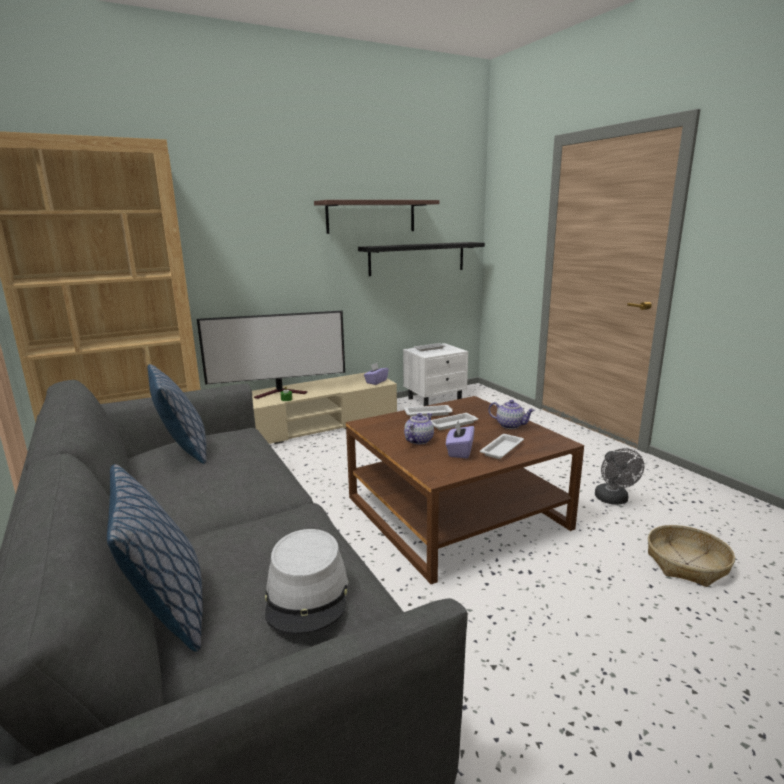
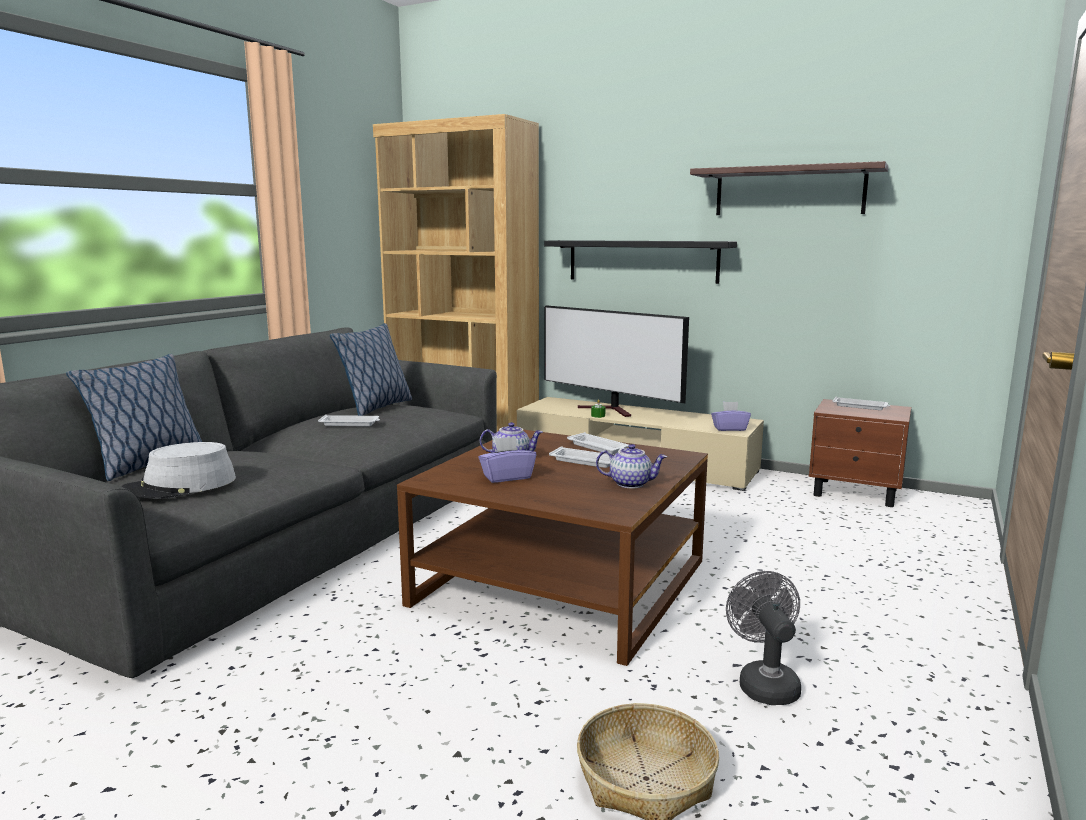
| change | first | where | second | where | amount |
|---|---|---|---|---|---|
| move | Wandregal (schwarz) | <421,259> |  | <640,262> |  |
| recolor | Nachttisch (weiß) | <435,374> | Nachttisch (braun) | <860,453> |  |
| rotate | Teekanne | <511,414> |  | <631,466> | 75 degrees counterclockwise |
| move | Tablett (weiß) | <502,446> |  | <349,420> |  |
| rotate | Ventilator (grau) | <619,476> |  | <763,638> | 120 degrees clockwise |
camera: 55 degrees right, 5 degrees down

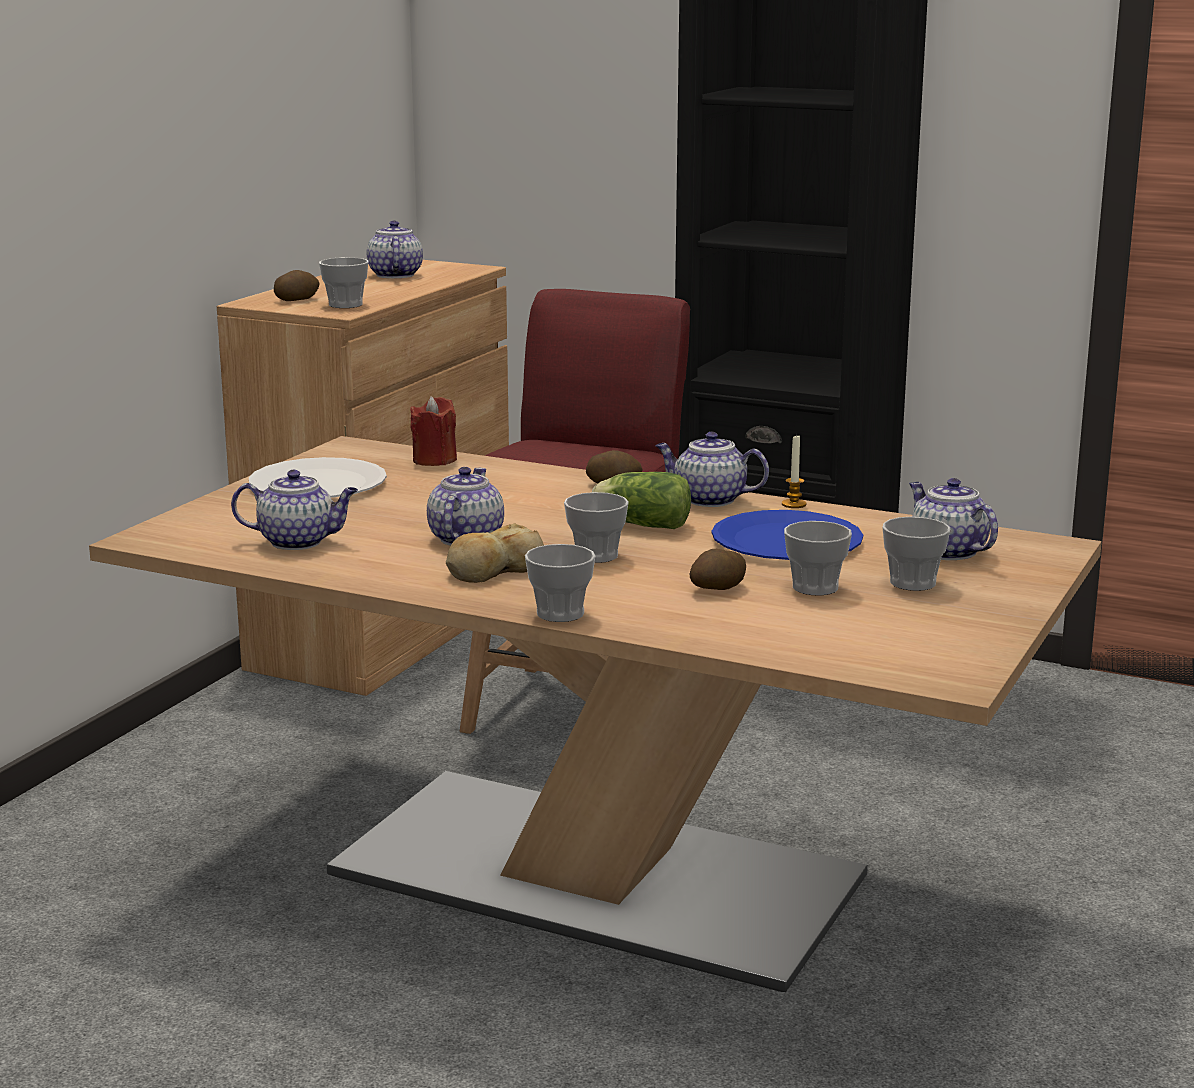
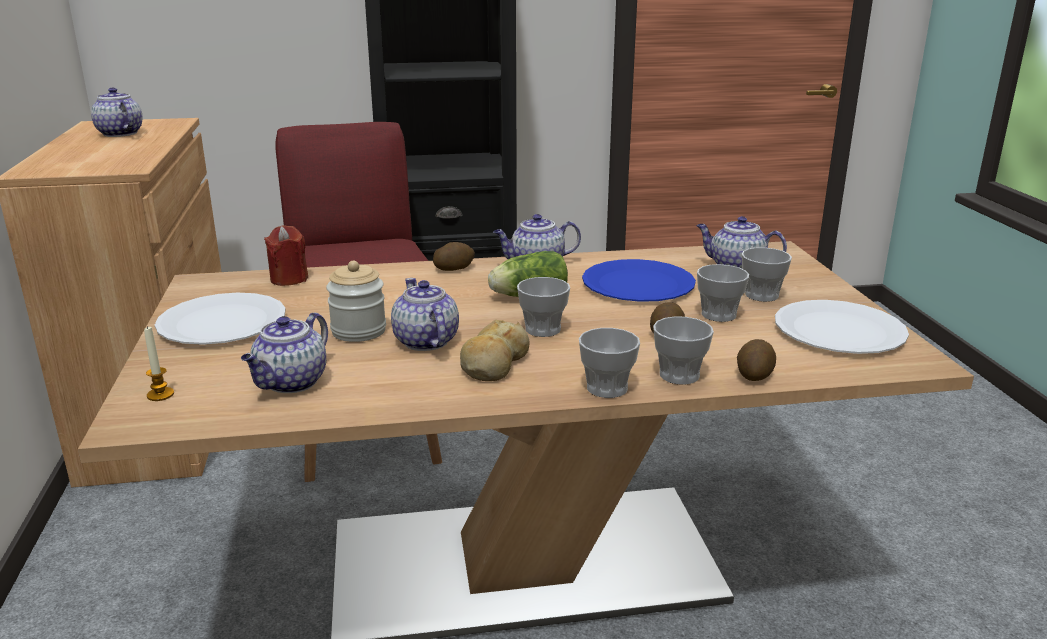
| change | first | where | second | where | amount |
|---|---|---|---|---|---|
| move | Tasse | <343,282> |  | <683,350> |  |
| move | Kartoffel | <297,285> |  | <756,360> |  |
| move | Kerze | <794,471> |  | <159,363> |  |
| rotate | Teekanne | <294,510> |  | <284,353> | 150 degrees clockwise |
| insert |  |  | Vorratsglas | <356,301> |  |
| insert |  |  | Teller (weiß) | <842,327> |  |
camera: 35 degrees left, 5 degrees up

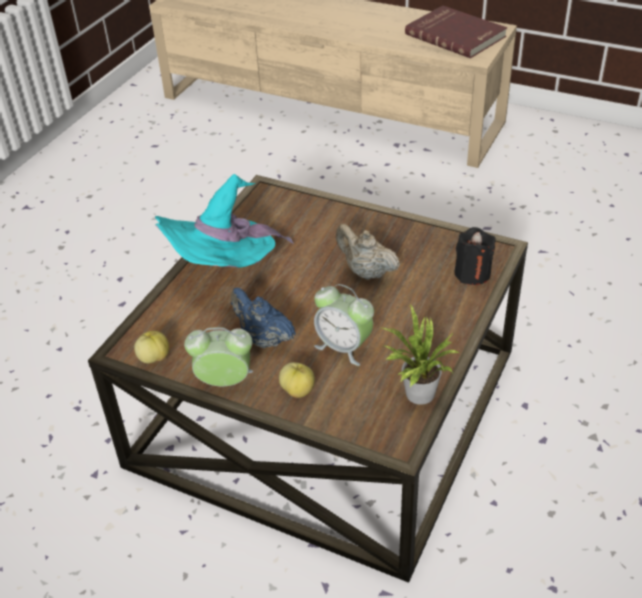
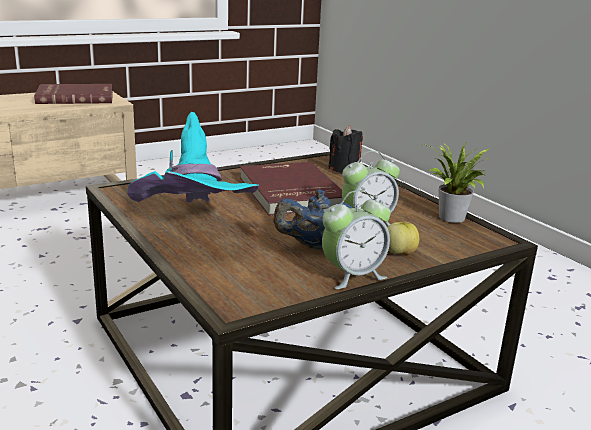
| change | first | where | second | where | amount |
|---|---|---|---|---|---|
| replace | Teekanne (beige) | <368,252> | Buch (rot) | <291,189> |  |
| rotate | Wecker | <218,356> |  | <356,239> | 150 degrees counterclockwise |
| delete | Apfel | <151,347> |  |  |  |
camera: 60 degrees left, 20 degrees down

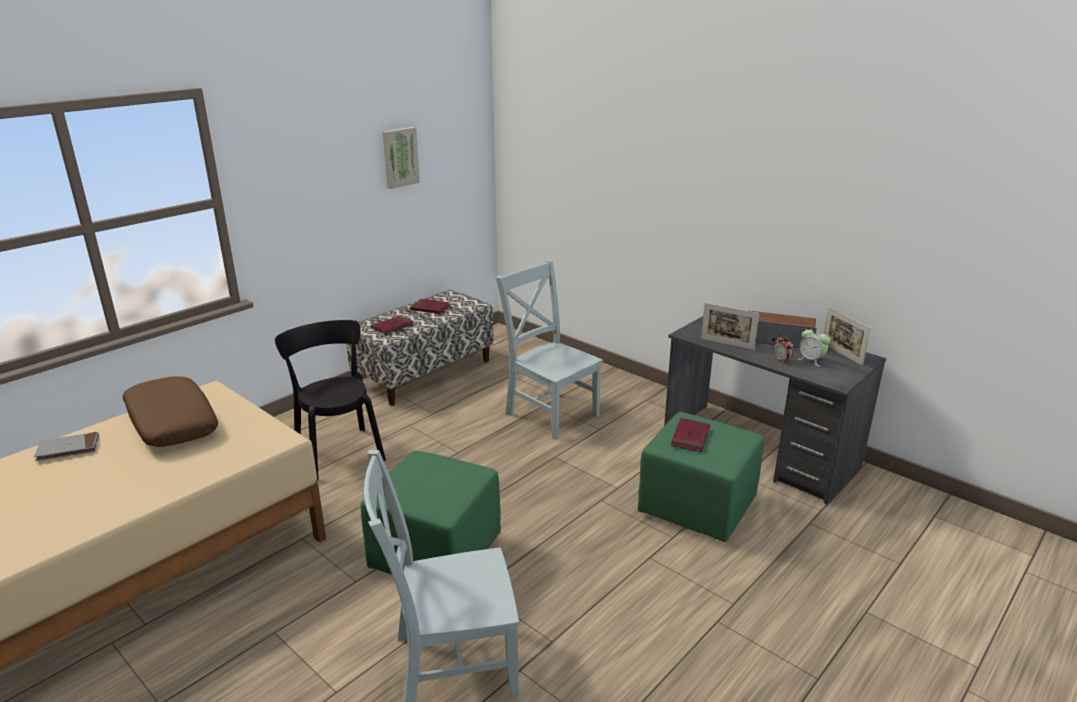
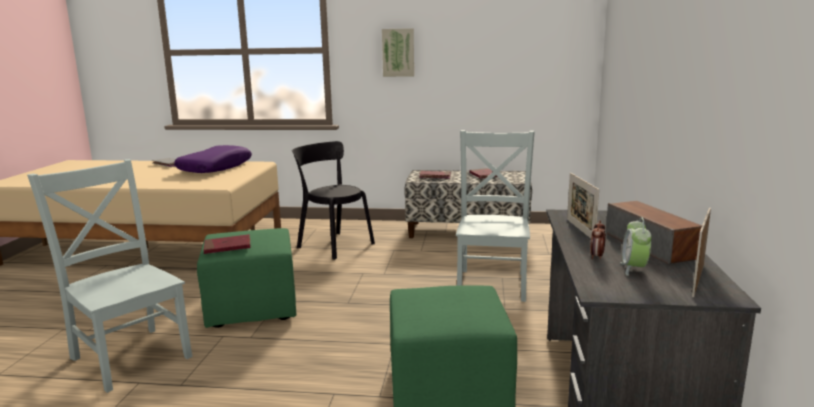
| change | first | where | second | where | amount |
|---|---|---|---|---|---|
| move | Bild | <401,158> |  | <398,52> |  |
| rotate | Stuhl (schwarz) | <330,400> |  | <333,200> | 75 degrees counterclockwise |
| recolor | Kissen (braun) | <170,411> | Kissen (lila) | <213,159> |  |
| move | Buch (rot) | <690,435> |  | <227,244> |  |
camera: 55 degrees right, 10 degrees down

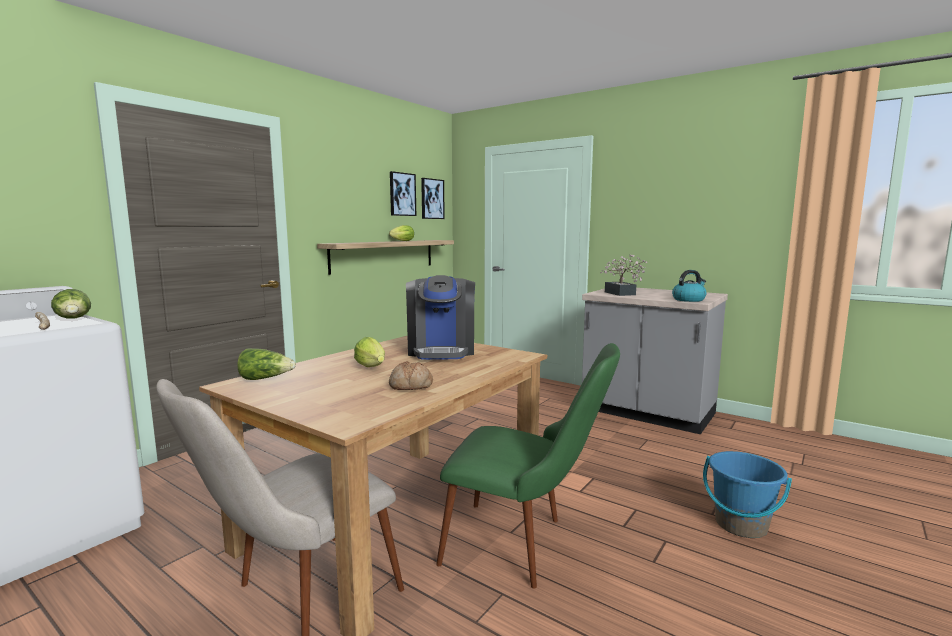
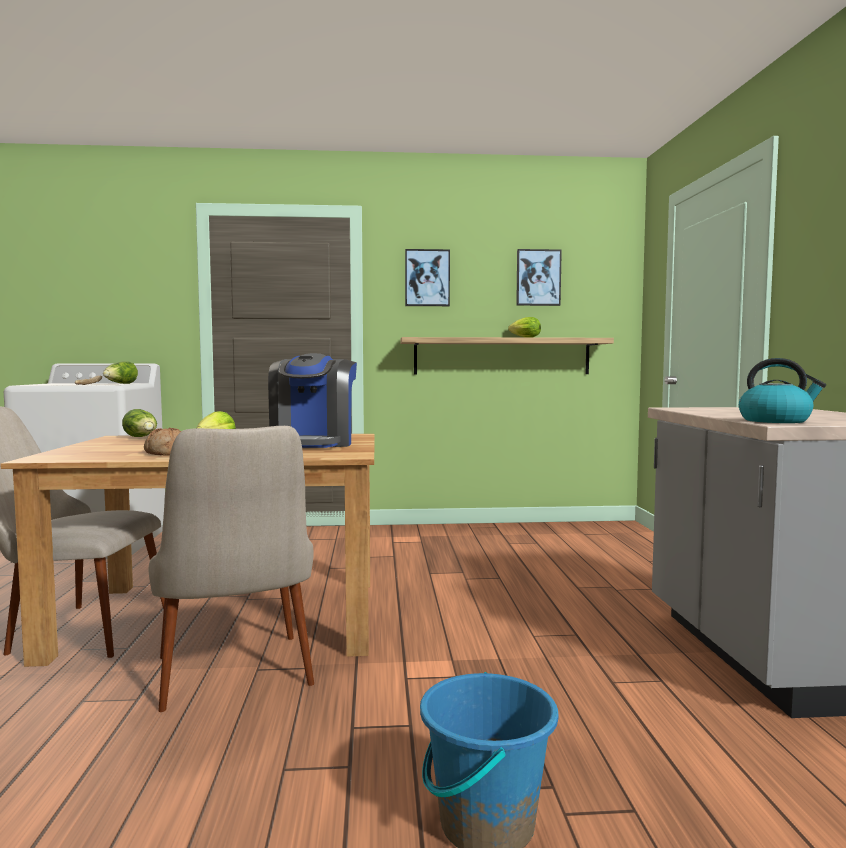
| change | first | where | second | where | amount |
|---|---|---|---|---|---|
| move | Bild | <433,198> |  | <427,277> |  |
| delete | Topfpflanze | <623,275> |  |  |  |
| rotate | Kaffeemaschine | <440,317> |  | <312,400> | 45 degrees counterclockwise |
| recolor | Stuhl (grün) | <528,466> | Stuhl (beige) | <231,569> |  |
camera: 50 degrees right, 5 degrees down

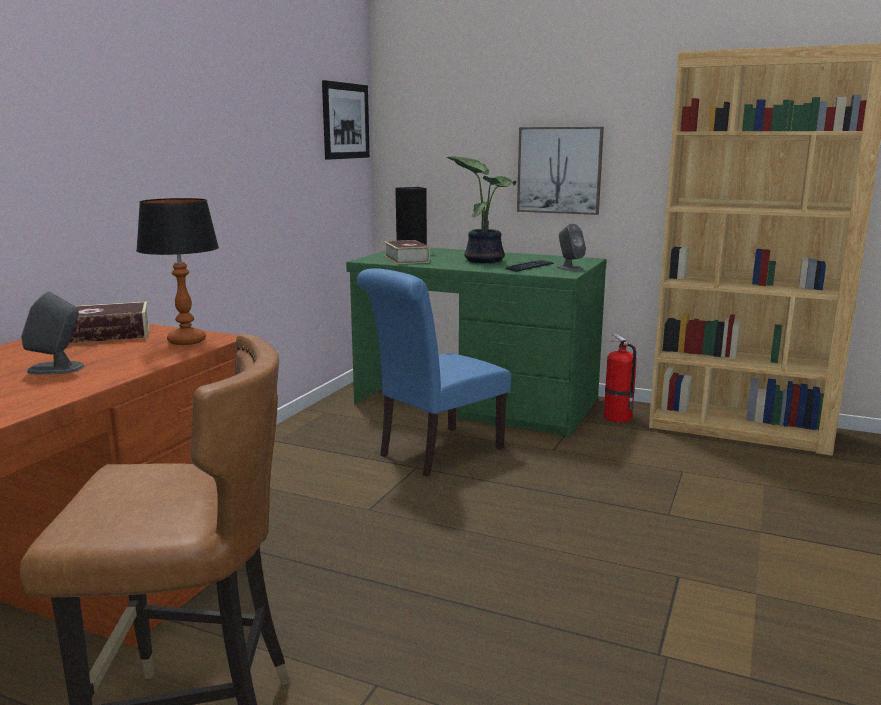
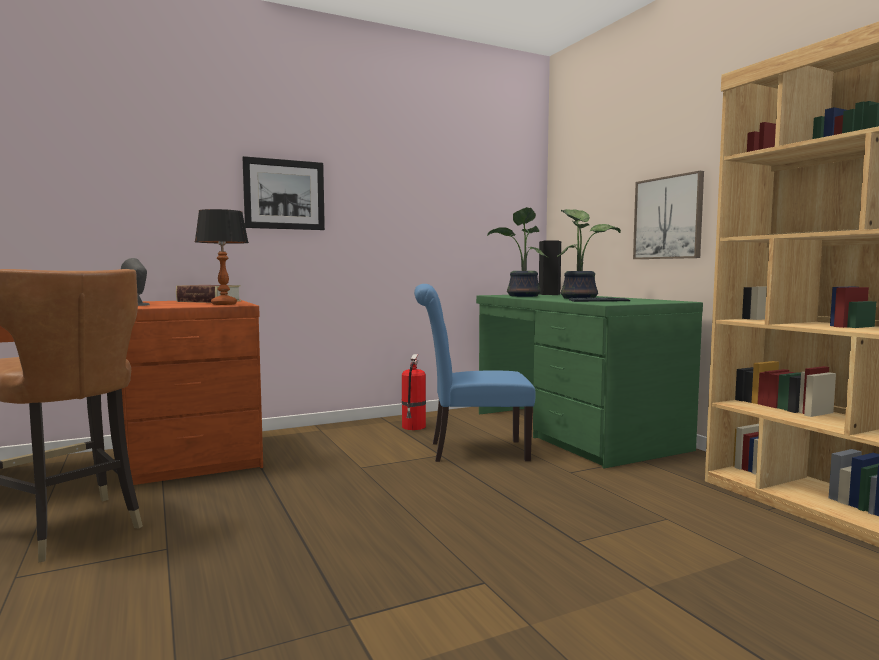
| change | first | where | second | where | amount |
|---|---|---|---|---|---|
| move | Bild | <346,120> |  | <284,193> |  |
| delete | Lautsprecher (grau) | <571,247> |  |  |  |
| replace | Buch | <407,252> | Topfpflanze | <518,252> |  |
| move | Feuerlöscher | <620,377> |  | <414,392> |  |
camera: 40 degrees right, 10 degrees down

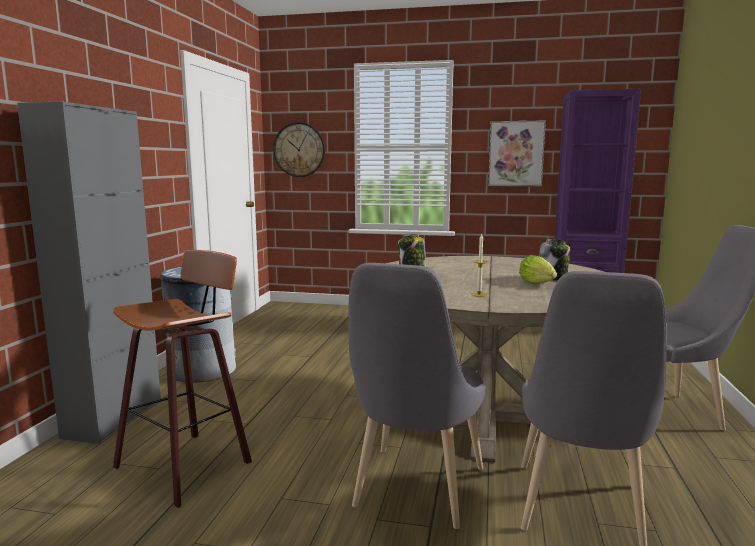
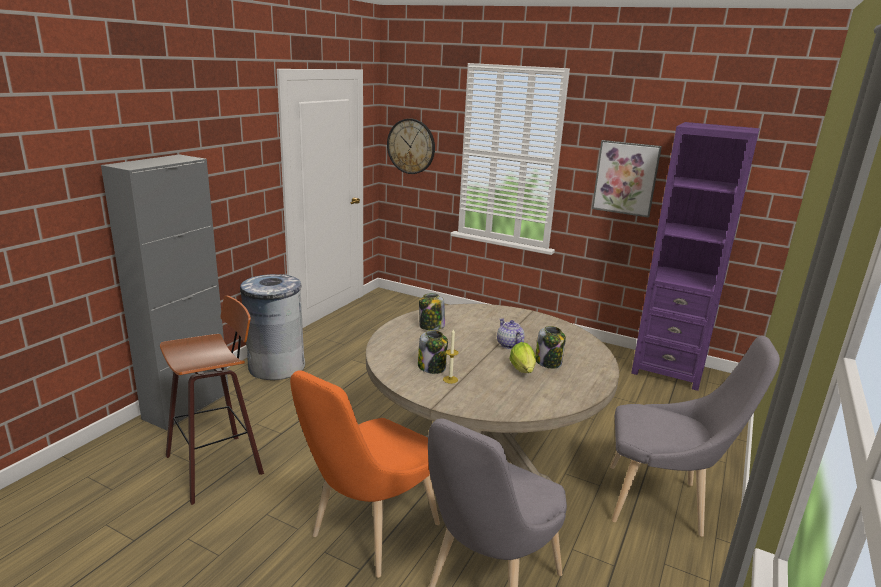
| change | first | where | second | where | amount |
|---|---|---|---|---|---|
| recolor | Stuhl (grau) | <417,396> | Stuhl (orange) | <365,474> |  |
| insert |  |  | Teekanne | <511,333> |  |
| insert |  |  | Vorratsglas | <433,352> |  |
camera: 15 degrees right, 10 degrees up

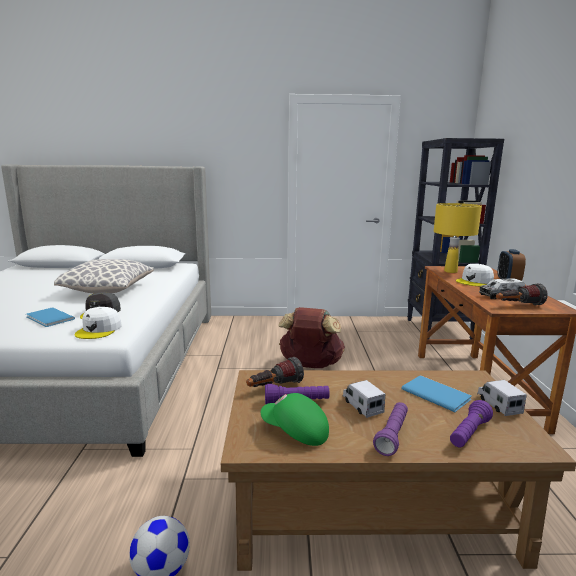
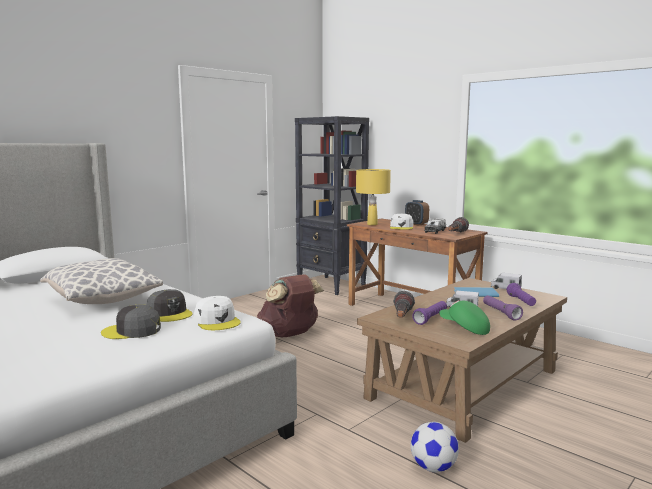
| change | first | where | second | where | amount |
|---|---|---|---|---|---|
| replace | Buch (blau) | <50,317> | Kappe (grau) | <131,321> |  |
| rotate | Kappe (grün) | <295,419> |  | <464,317> | 60 degrees clockwise |
camera: 45 degrees left, 5 degrees down

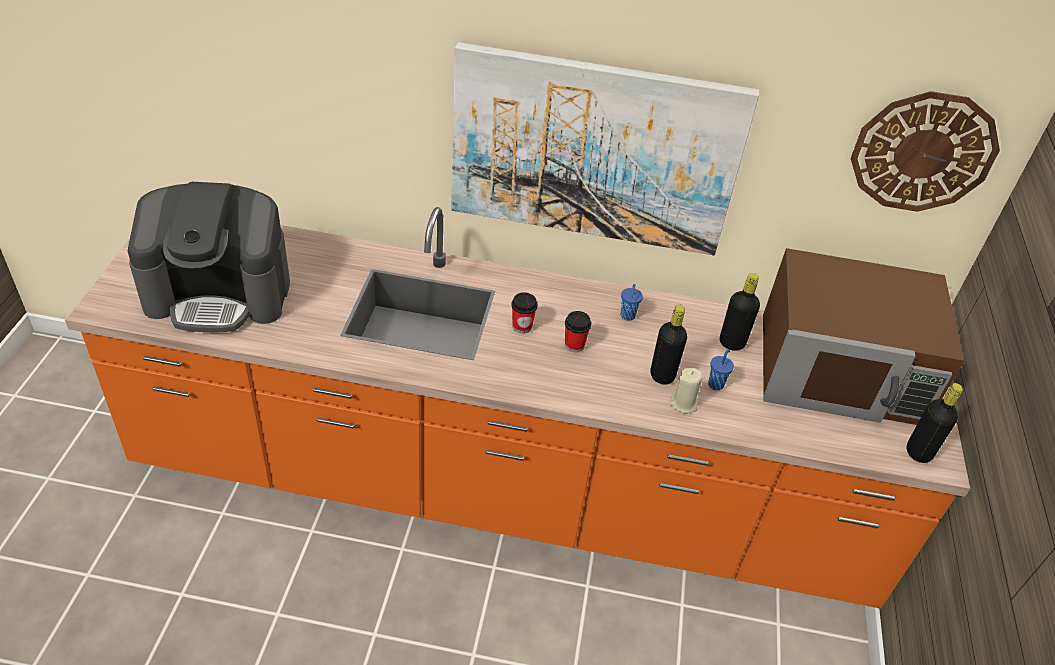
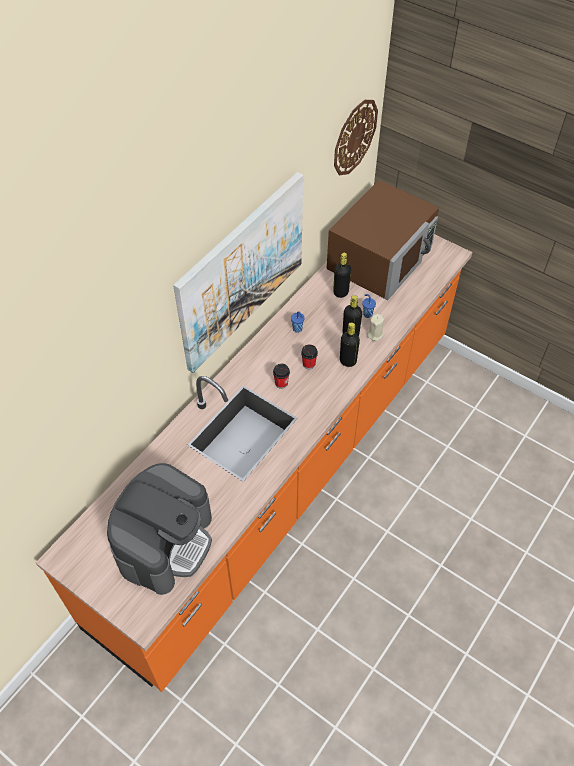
| change | first | where | second | where | amount |
|---|---|---|---|---|---|
| move | Flasche (schwarz) | <935,423> |  | <350,344> |  |
camera: 60 degrees left, 10 degrees up

